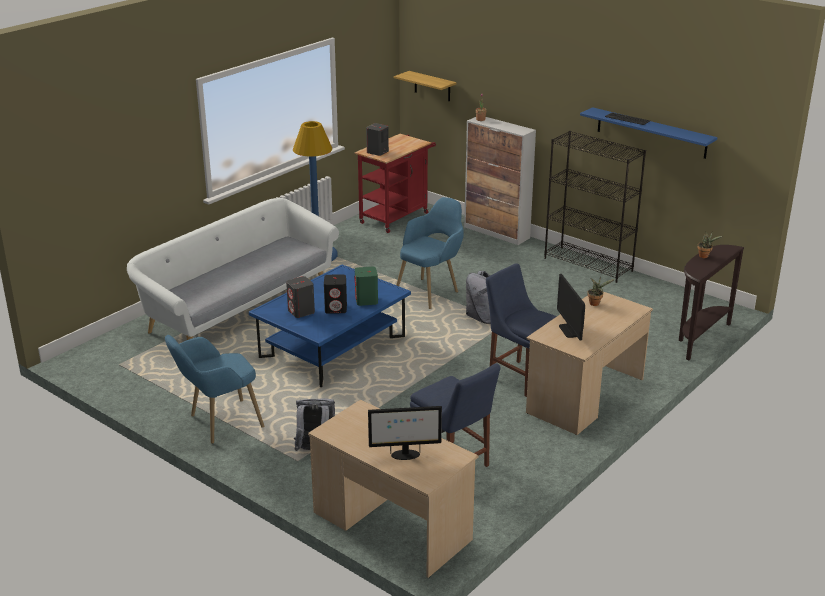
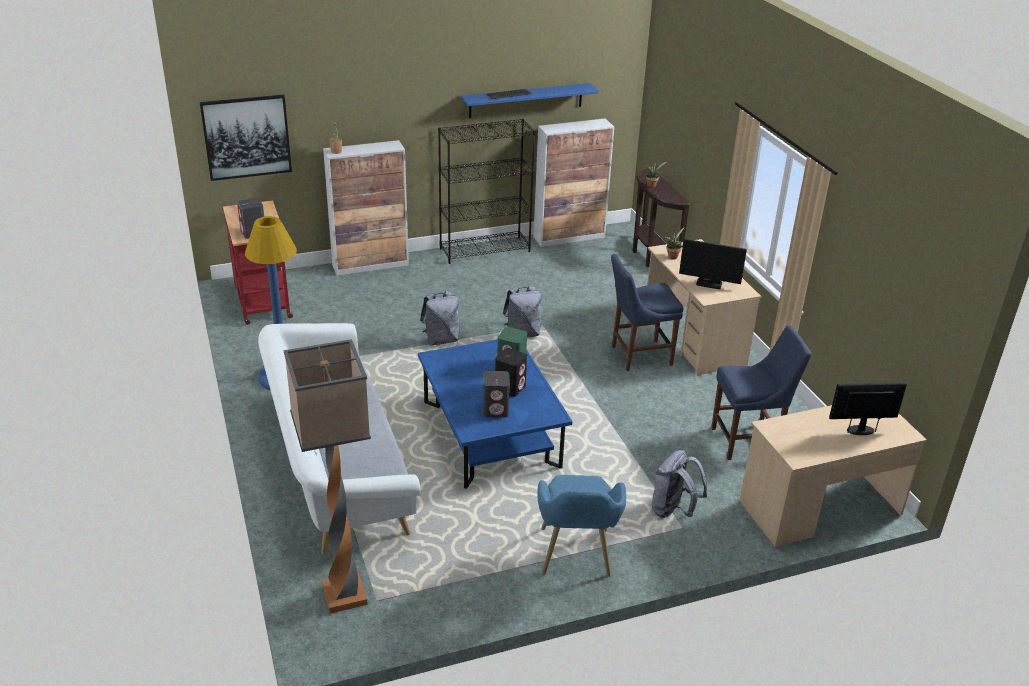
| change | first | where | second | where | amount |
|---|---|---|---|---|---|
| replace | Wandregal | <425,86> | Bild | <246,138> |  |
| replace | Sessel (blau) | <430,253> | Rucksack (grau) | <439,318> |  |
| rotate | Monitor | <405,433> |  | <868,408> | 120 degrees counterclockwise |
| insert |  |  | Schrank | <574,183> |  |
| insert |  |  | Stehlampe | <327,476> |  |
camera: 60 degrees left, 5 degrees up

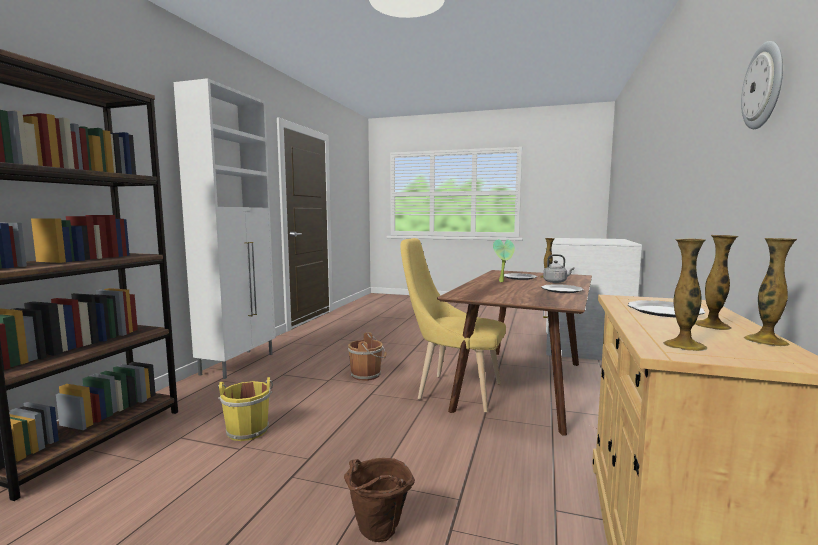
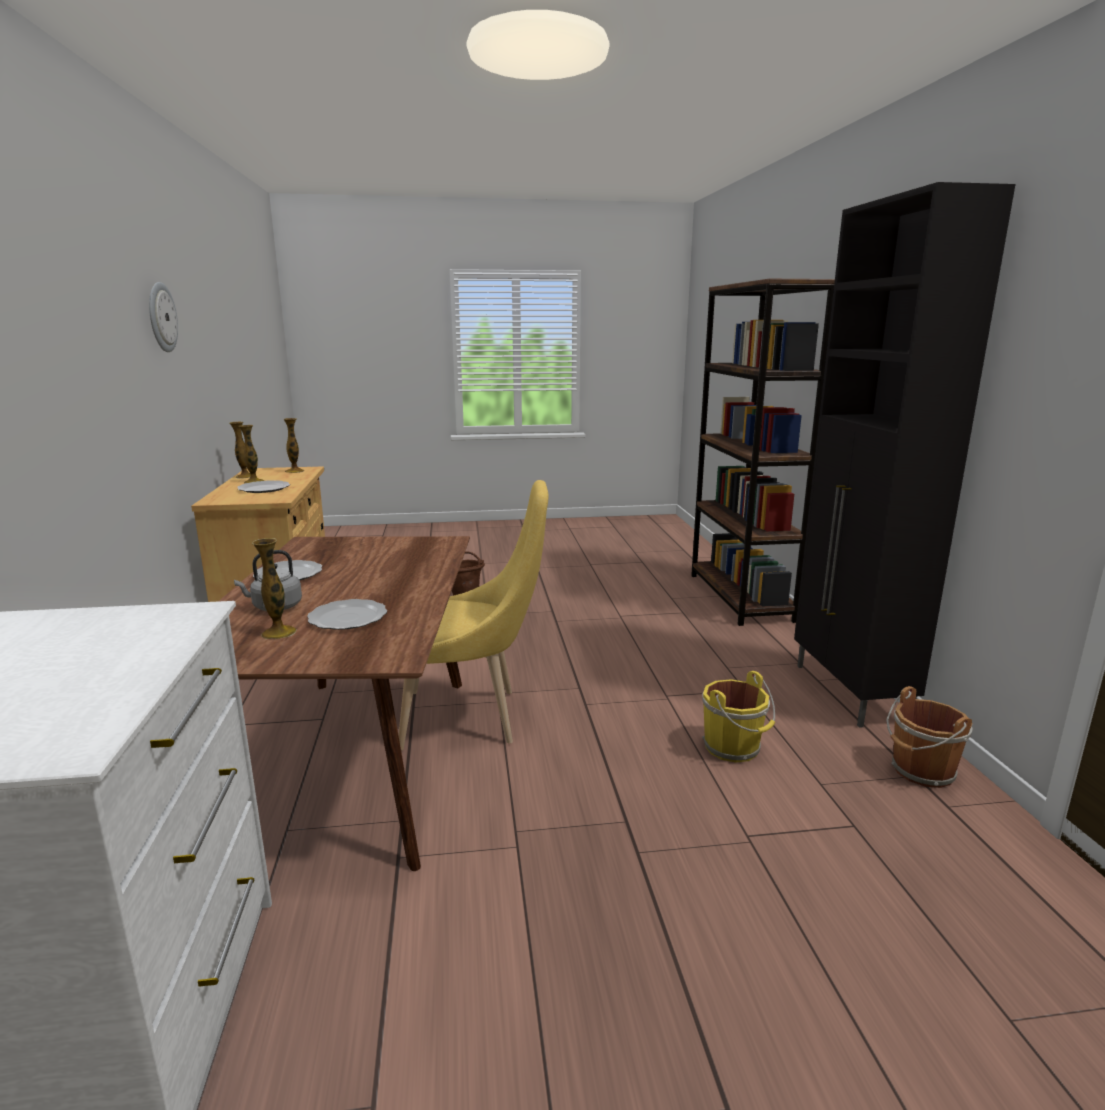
| change | first | where | second | where | amount |
|---|---|---|---|---|---|
| recolor | Schrank (weiß) | <224,228> | Schrank (schwarz) | <905,455> |  |
| delete | Topfpflanze | <504,260> |  |  |  |
| move | Eimer (braun) | <367,356> |  | <929,737> |  |
| move | Eimer (gelb) | <245,409> |  | <738,717> |  |
camera: 155 degrees right, 10 degrees up

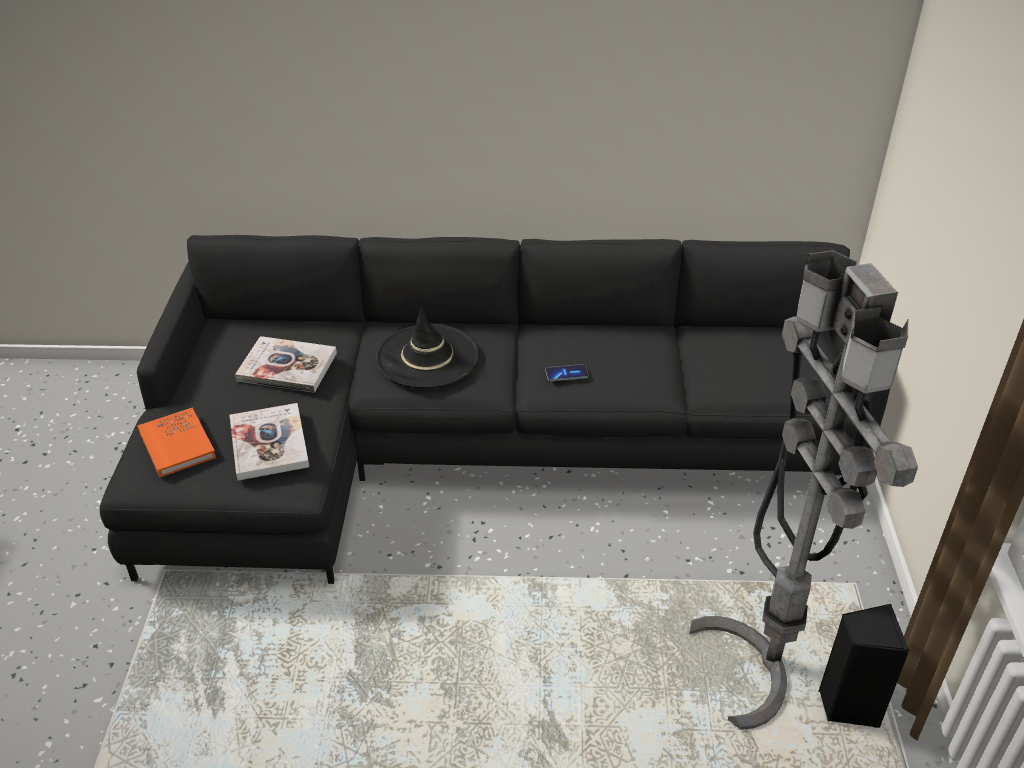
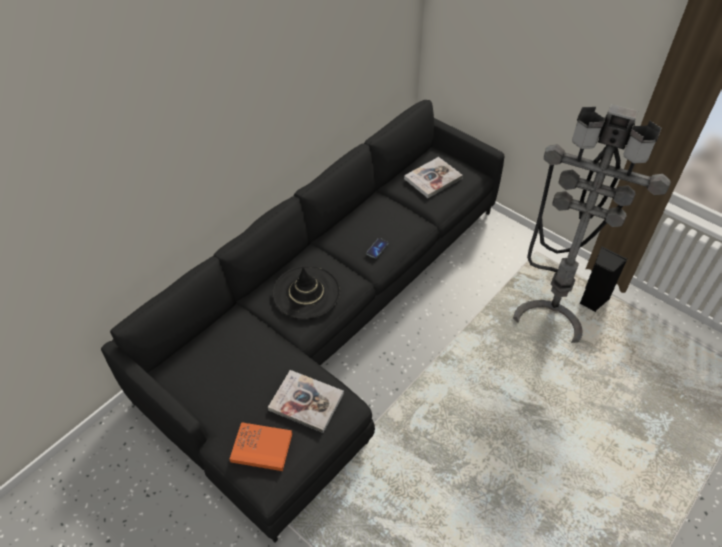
| change | first | where | second | where | amount |
|---|---|---|---|---|---|
| move | Buch | <286,364> |  | <433,177> |  |
camera: 50 degrees left, 10 degrees up

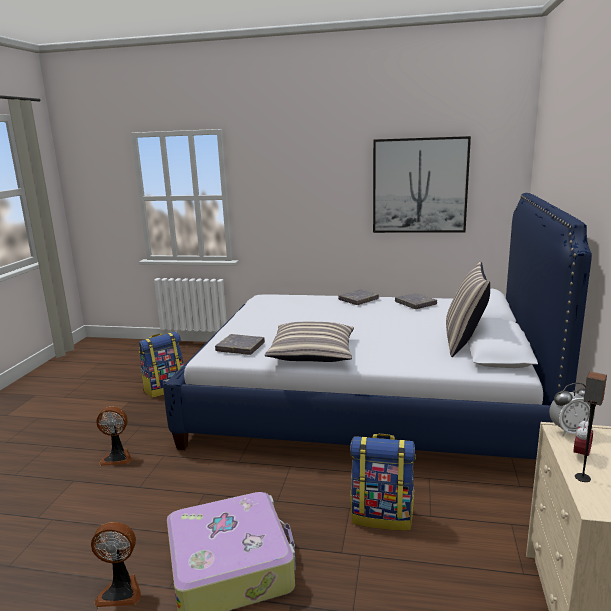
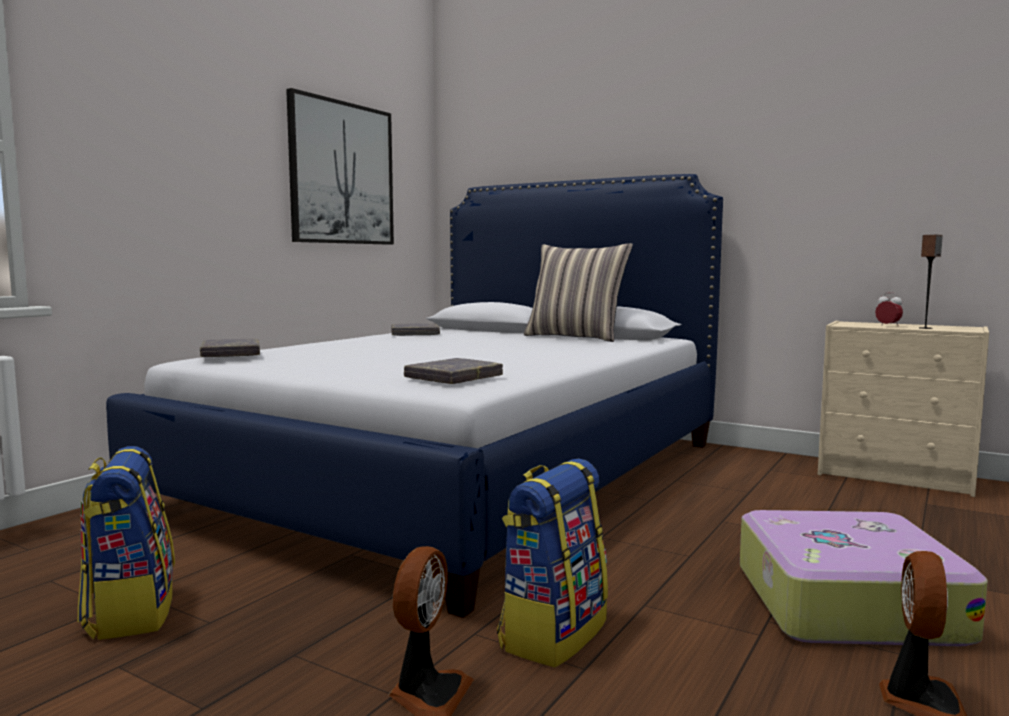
| change | first | where | second | where | amount |
|---|---|---|---|---|---|
| move | Buch (grau) | <358,297> |  | <230,348> |  |
| delete | Kissen | <309,342> |  |  |  |
| delete | Wecker | <572,409> |  |  |  |
| move | Rucksack | <383,482> |  | <552,562> |  |
camera: 70 degrees left, 10 degrees down

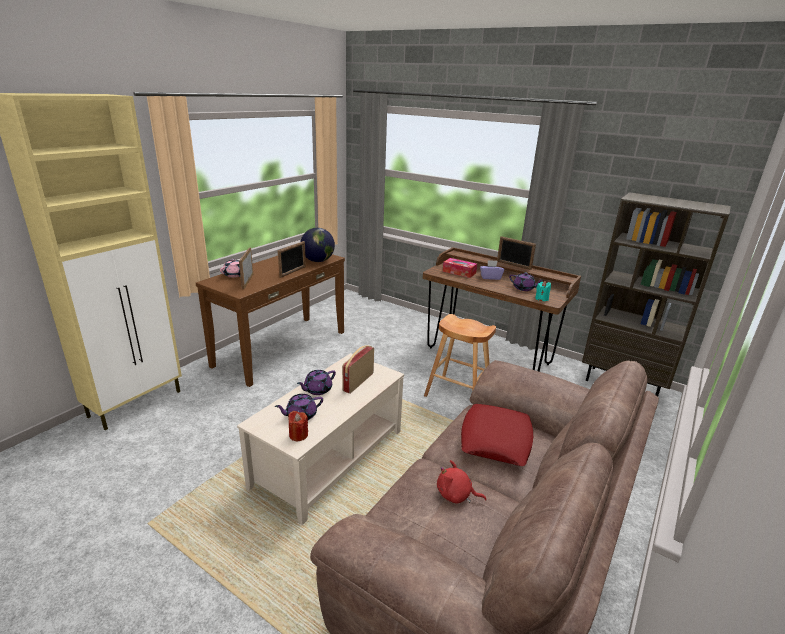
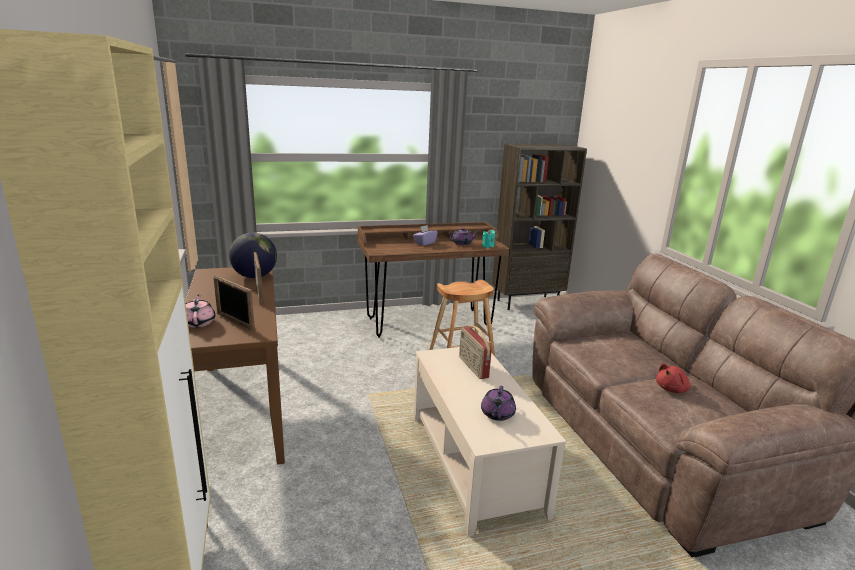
| change | first | where | second | where | amount |
|---|---|---|---|---|---|
| delete | Bilderrahmen | <516,253> |  |  |  |
| delete | Taschentuchbox | <460,268> |  |  |  |
| delete | Teekanne (lila) | <316,382> |  |  |  |
| delete | Kissen (rot) | <497,435> |  |  |  |
| delete | Kerze (rot) | <298,426> |  |  |  |
camera: 50 degrees left, 5 degrees down

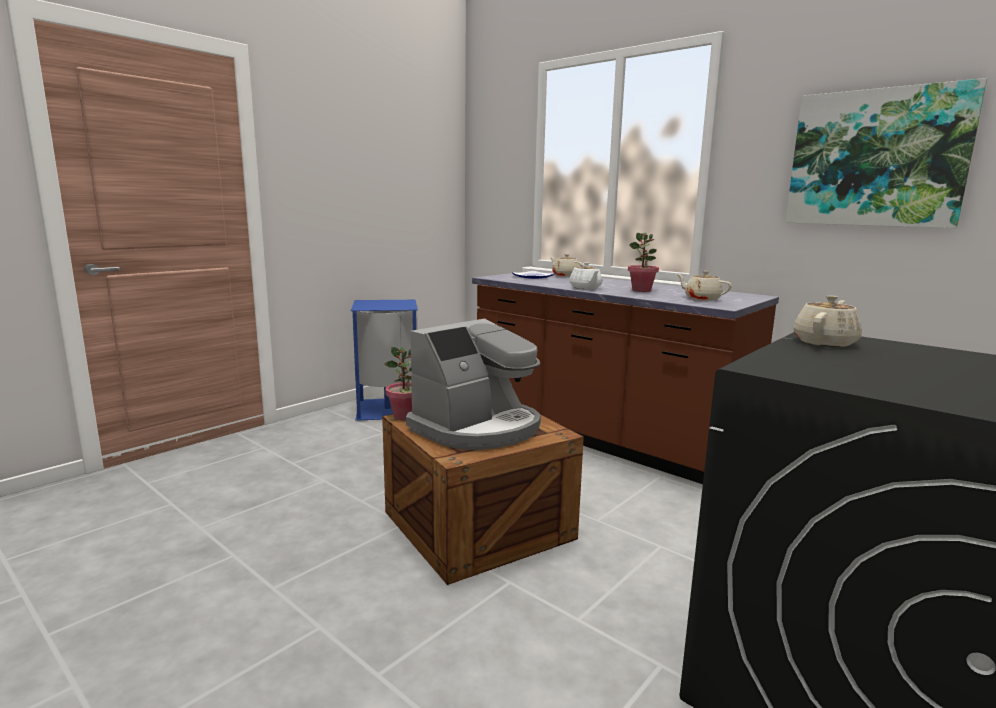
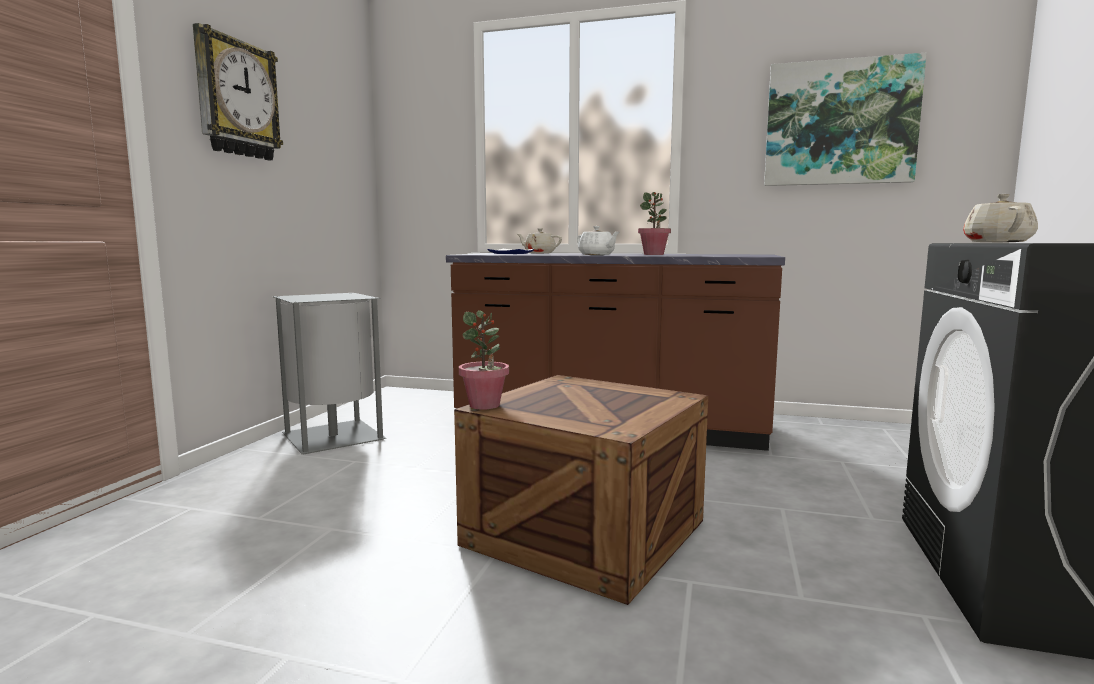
| change | first | where | second | where | amount |
|---|---|---|---|---|---|
| delete | Teekanne (beige) | <704,286> |  |  |  |
| recolor | Mülleimer (blau) | <384,360> | Mülleimer (grau) | <329,373> |  |
| delete | Kaffeemaschine | <473,384> |  |  |  |
| insert |  |  | Wanduhr | <238,91> |  |
camera: 25 degrees left, 5 degrees down

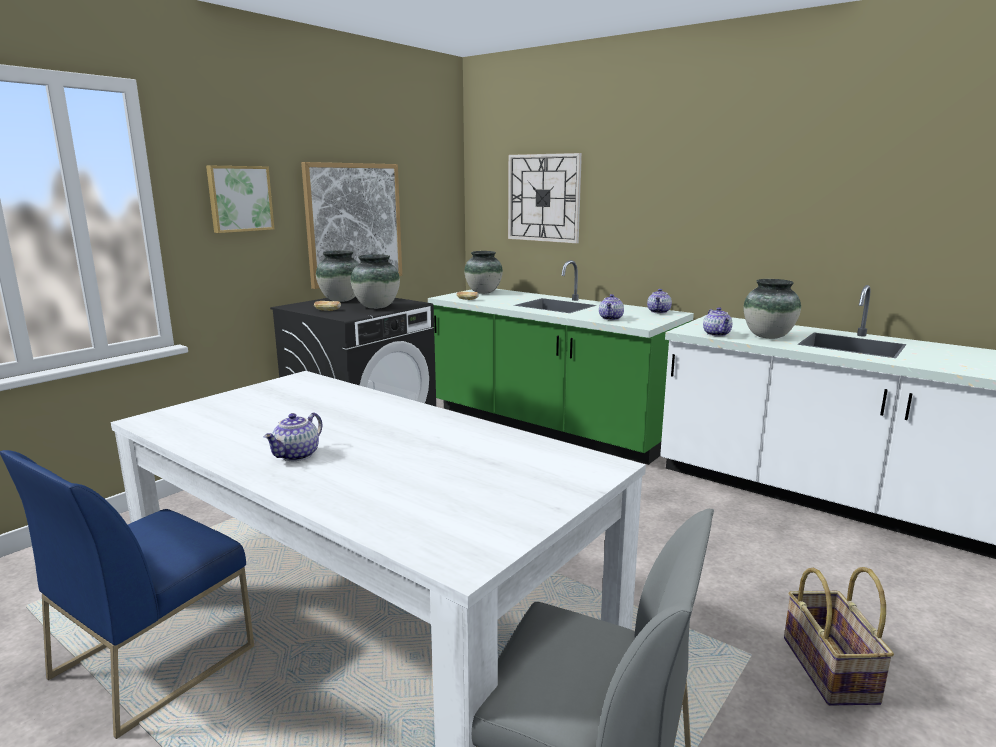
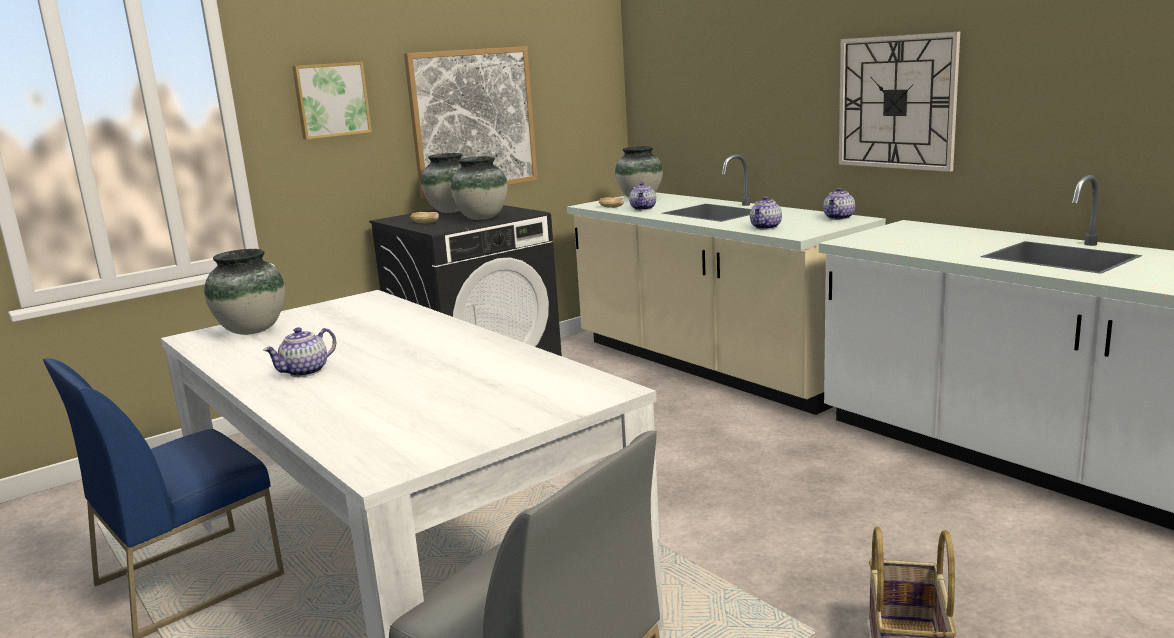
| change | first | where | second | where | amount |
|---|---|---|---|---|---|
| move | Wanduhr | <545,198> |  | <899,102> |  |
| recolor | Küchenzeile (grün) | <561,362> | Küchenzeile (beige) | <726,284> |  |
| move | Vase | <772,309> |  | <244,292> |  |
| move | Teekanne | <717,322> |  | <642,196> |  |
camera: 15 degrees right, 0 degrees up

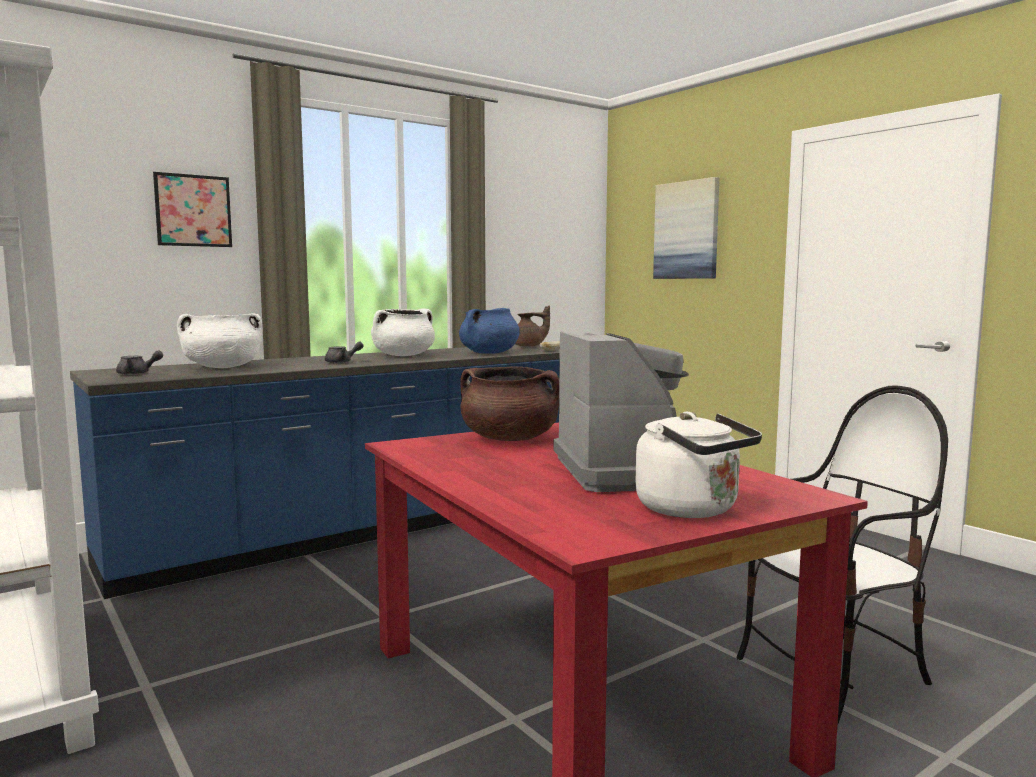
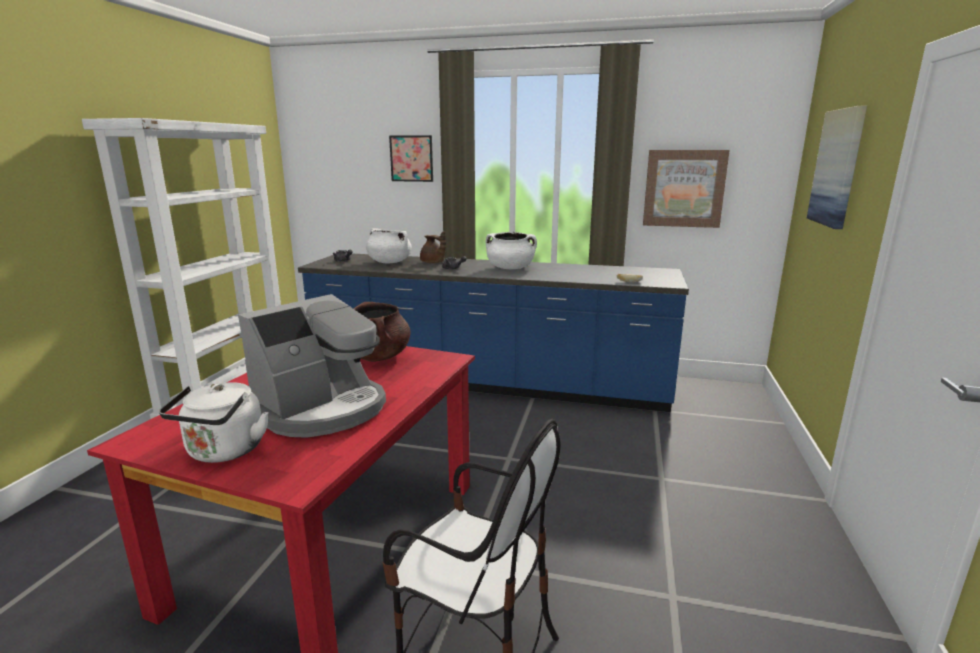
| change | first | where | second | where | amount |
|---|---|---|---|---|---|
| move | Teekanne (braun) | <532,325> |  | <433,247> |  |
| delete | Kochtopf (blau) | <489,331> |  |  |  |
| insert |  |  | Bild | <686,189> |  |
camera: 50 degrees right, 10 degrees up

